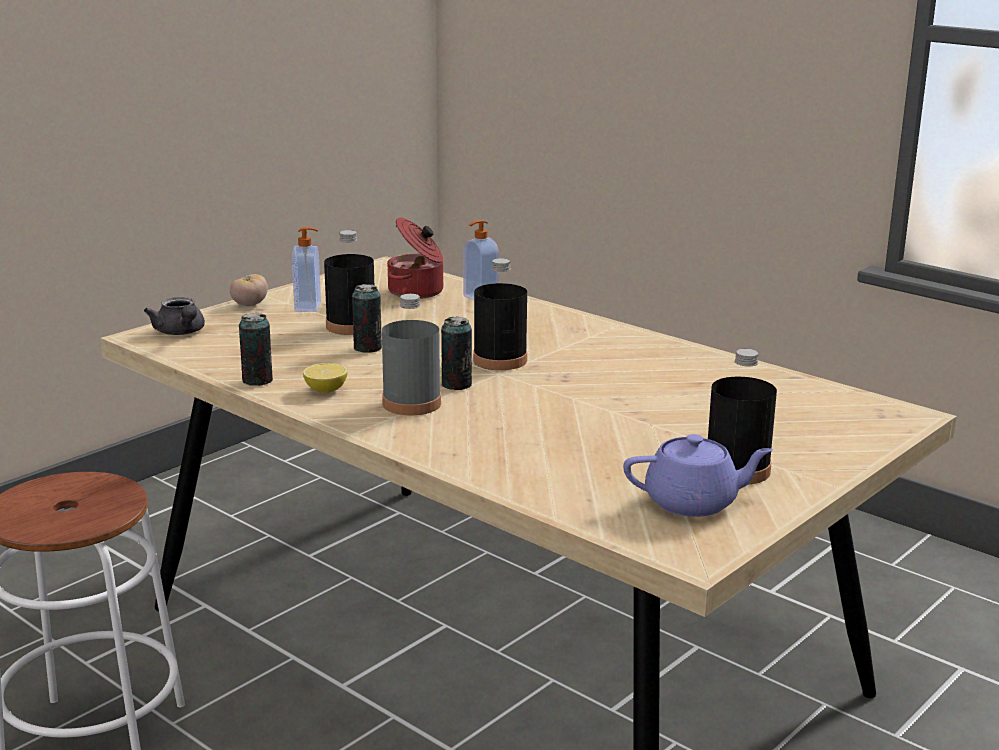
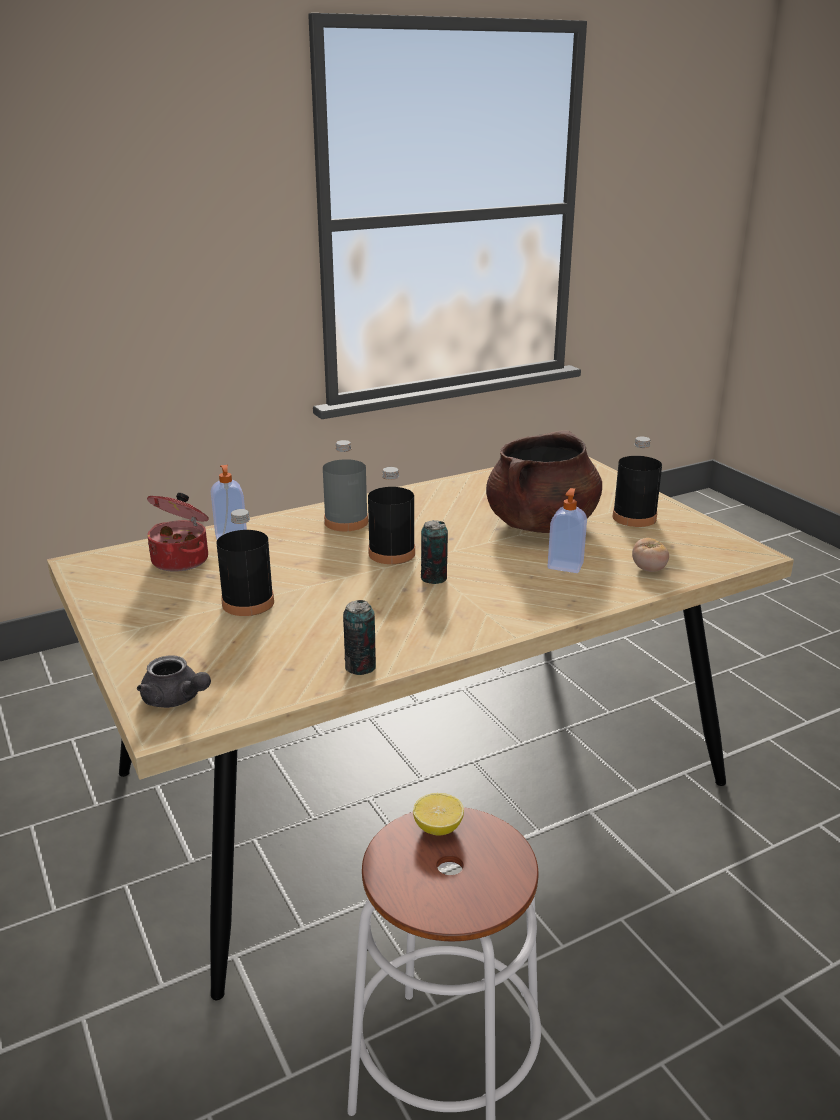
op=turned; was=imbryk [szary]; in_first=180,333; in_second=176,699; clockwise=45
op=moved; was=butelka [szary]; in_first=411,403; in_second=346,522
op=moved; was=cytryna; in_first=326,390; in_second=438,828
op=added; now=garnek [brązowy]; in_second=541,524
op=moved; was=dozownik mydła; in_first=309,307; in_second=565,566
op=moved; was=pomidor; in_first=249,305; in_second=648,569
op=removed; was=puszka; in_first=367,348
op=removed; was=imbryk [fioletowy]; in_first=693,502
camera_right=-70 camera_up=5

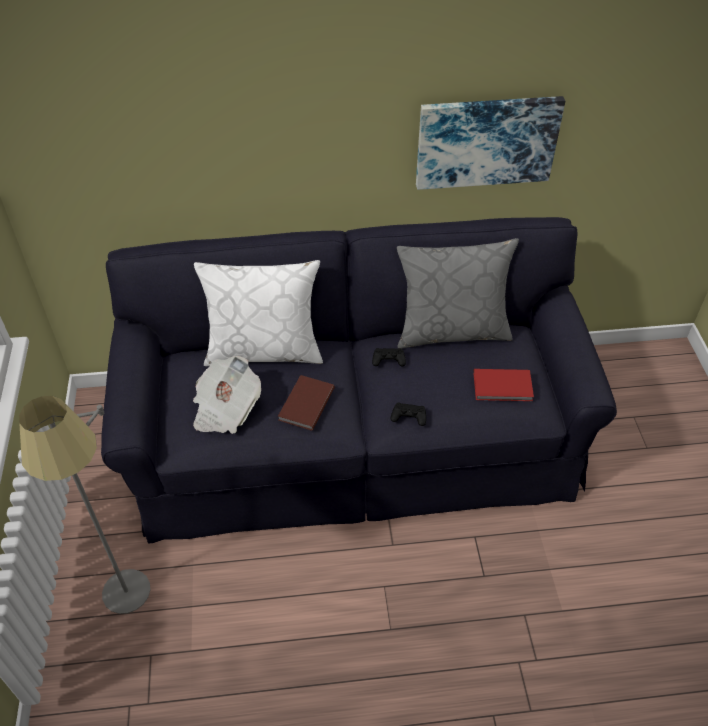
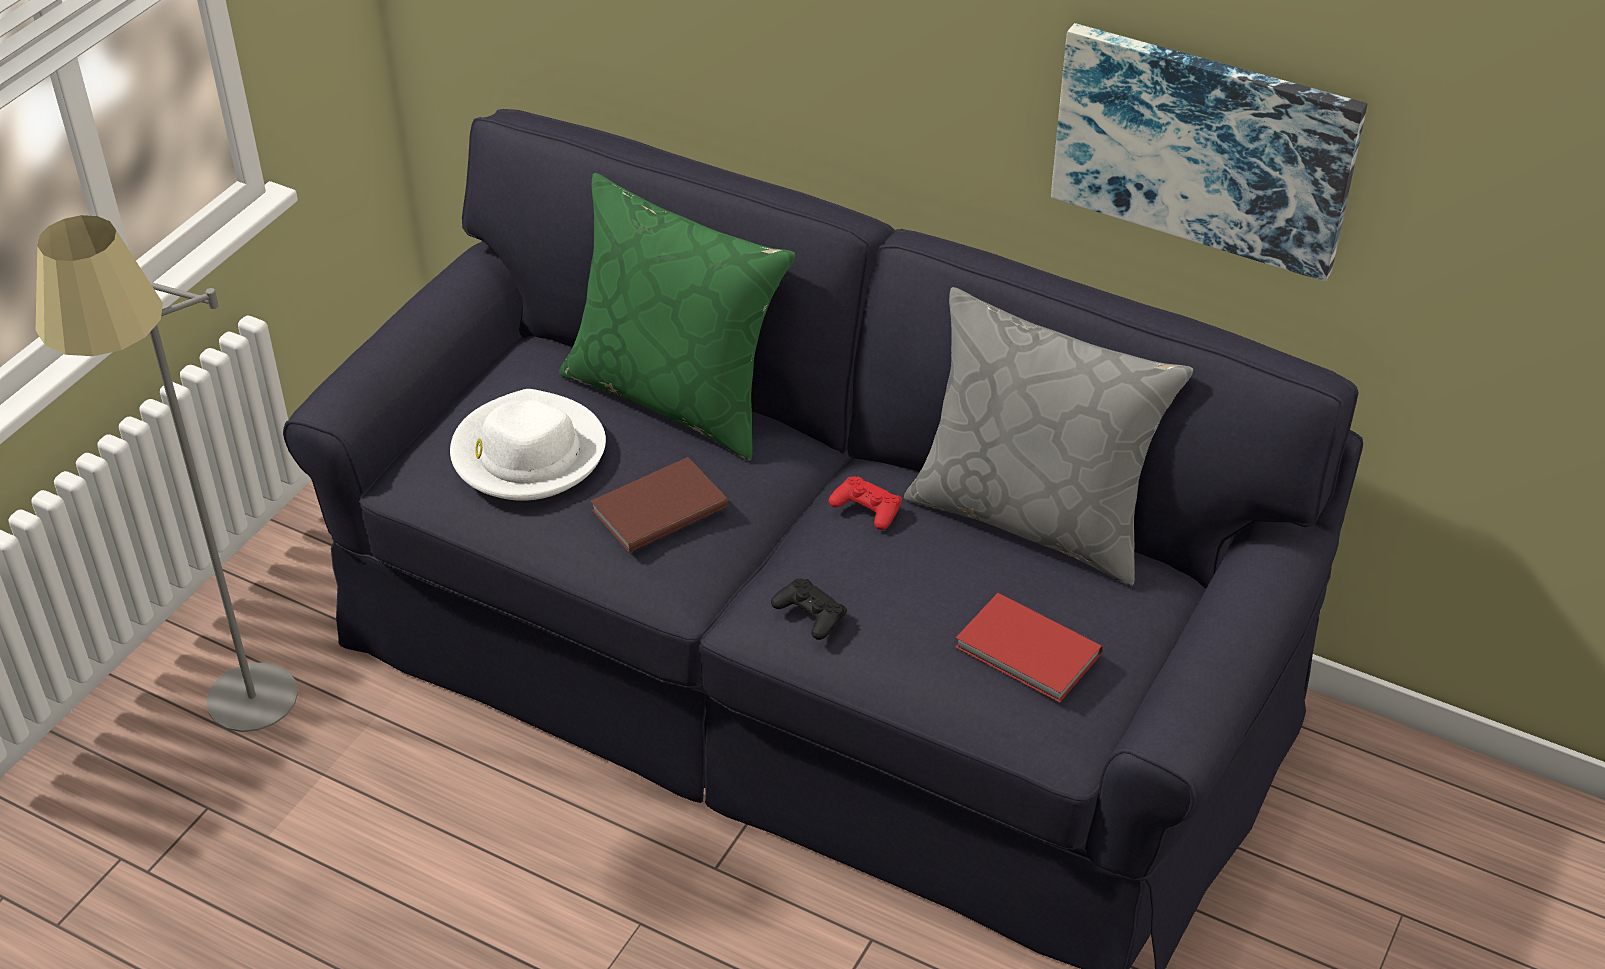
op=replaced; was=gazeta; now=kapelusz [biały]; in_first=225,409; in_second=527,453
op=recoloured; was=poduszka [biały]; now=poduszka [zielony]; in_first=264,350; in_second=676,396
op=recoloured; was=pad do gier [czarny]; now=pad do gier [czerwony]; in_first=388,359; in_second=866,508
camera_right=35 camera_up=-5

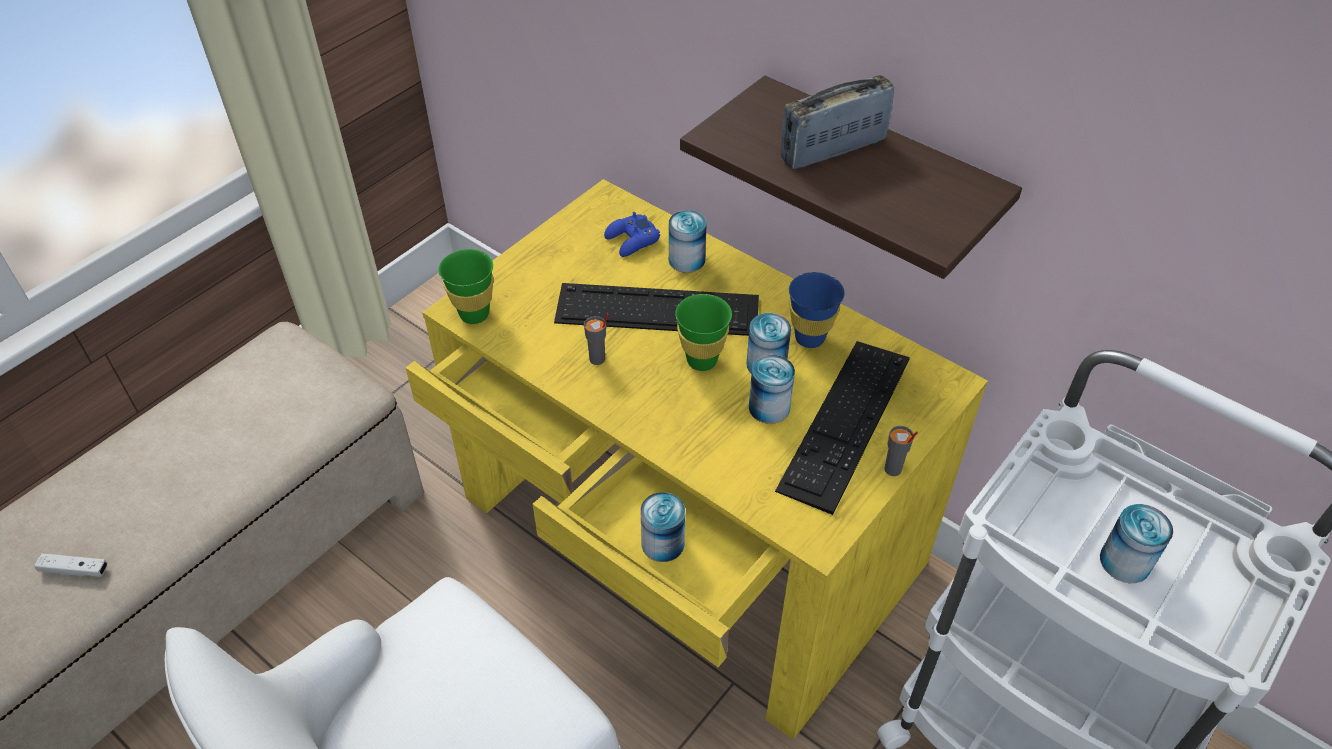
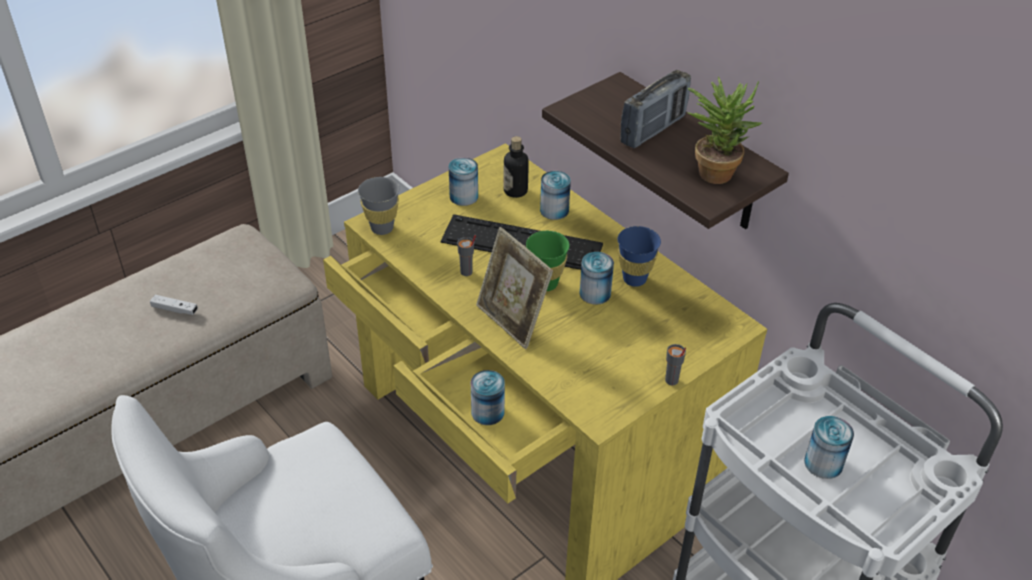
op=moved; was=pad do gier [biały]; in_first=74,570; in_second=175,309
op=recoloured; was=filiżanka [zielony]; now=filiżanka [szary]; in_first=474,314; in_second=382,228
op=moved; was=puszka; in_first=769,407; in_second=464,196
op=added; now=ramka na zdjęcie; in_second=512,321
op=replaced; was=pad do gier [niebieski]; now=butelka; in_first=632,240; in_second=515,191
op=turned; was=radio; in_first=833,150; in_second=653,130; clockwise=150
op=added; now=roślina doniczkowa; in_second=714,169
op=removed; was=klawiatura; in_first=845,422
camera_right=10 camera_up=-5

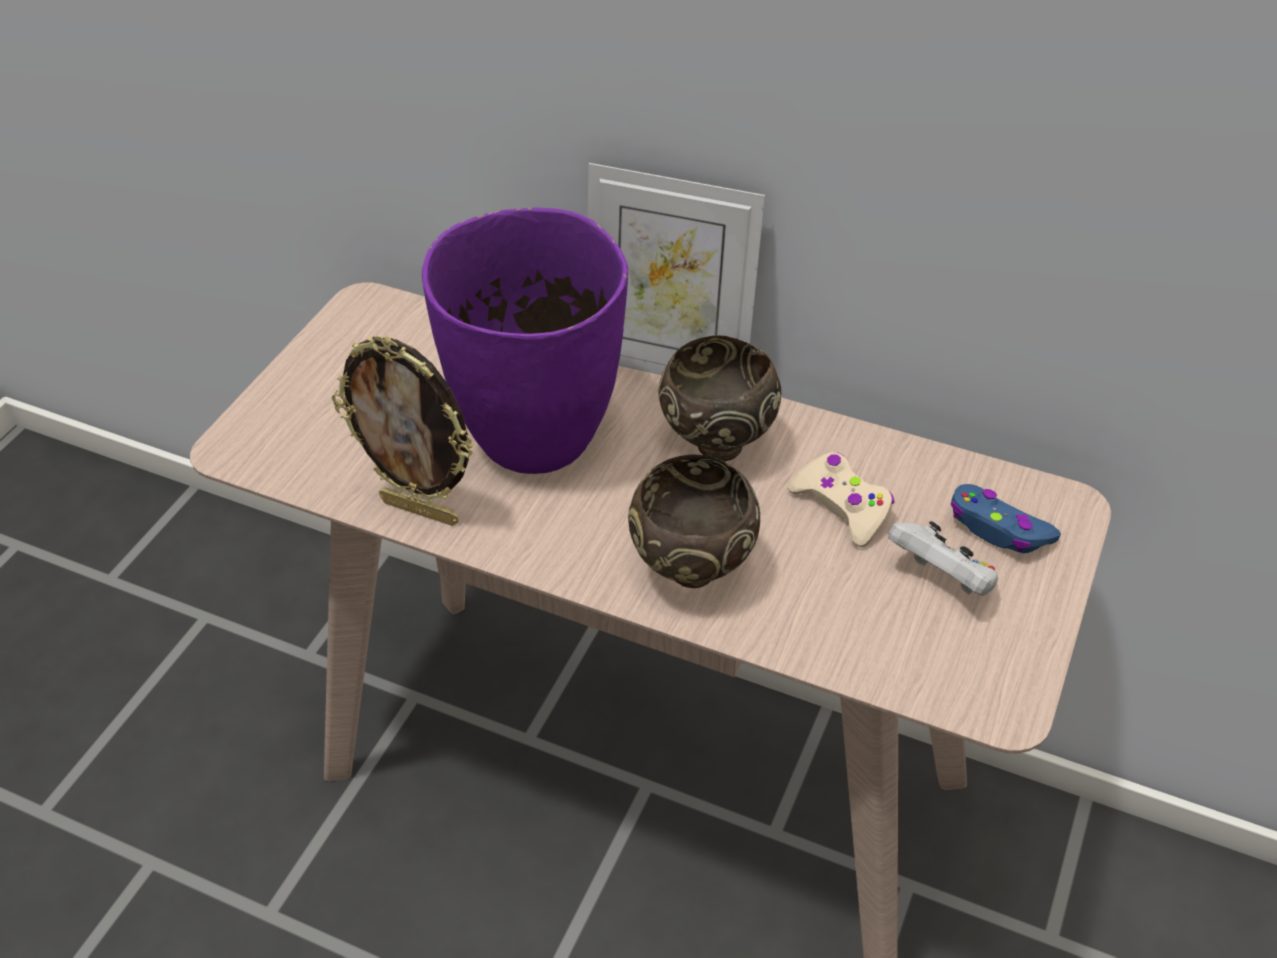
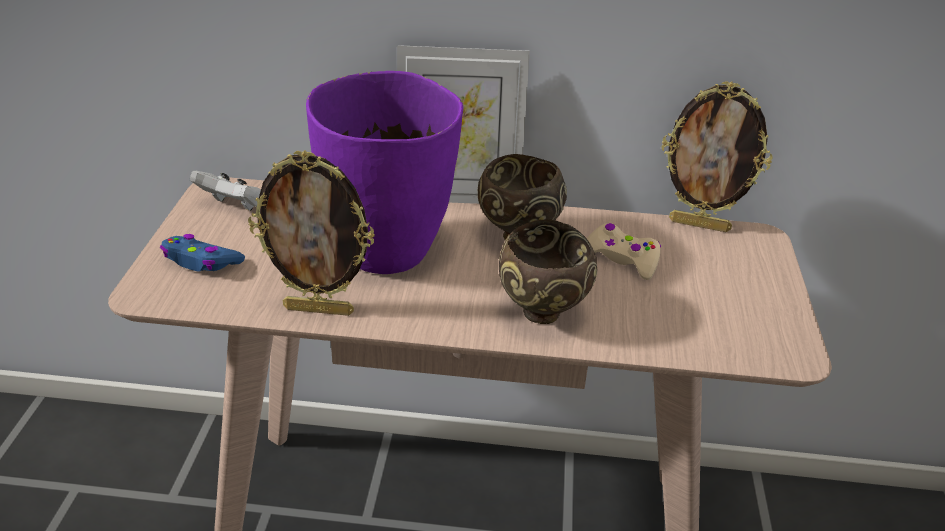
op=moved; was=pad do gier [niebieski]; in_first=998,529; in_second=201,261
op=moved; was=pad do gier [biały]; in_first=942,579; in_second=234,207
op=added; now=ramka na zdjęcie; in_second=699,224
camera_right=-20 camera_up=-10

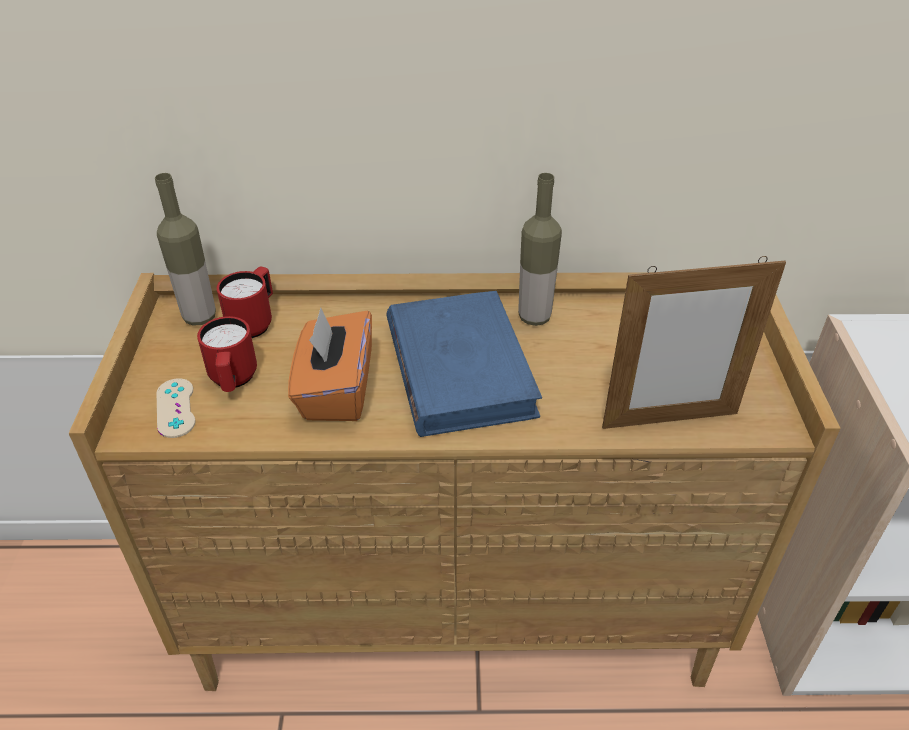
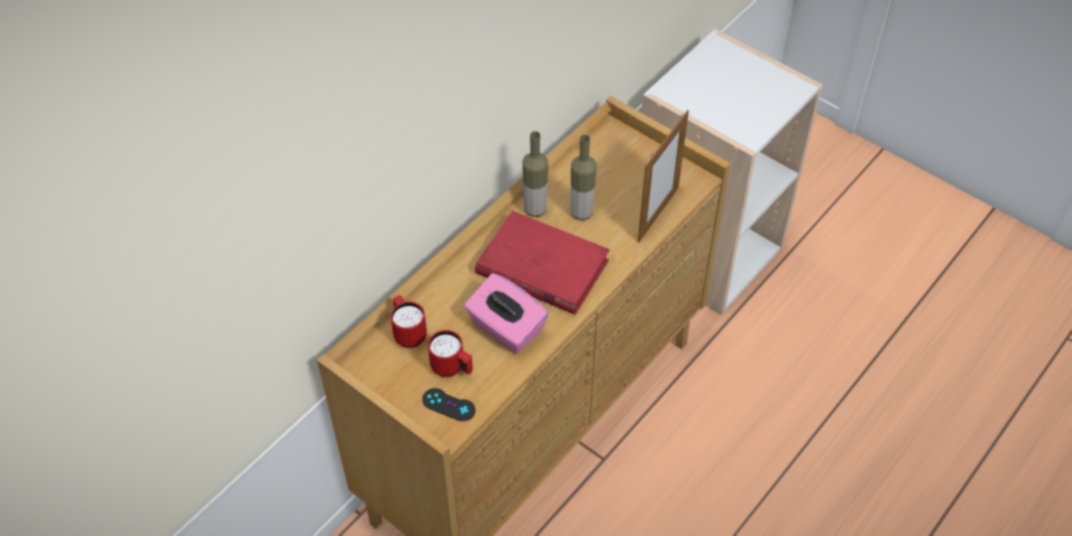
op=recoloured; was=pad do gier [beżowy]; now=pad do gier [czarny]; in_first=176,408; in_second=448,405
op=recoloured; was=pudełko chusteczek [pomarańczowy]; now=pudełko chusteczek [różowy]; in_first=336,390; in_second=506,328
op=recoloured; was=książka [niebieski]; now=książka [czerwony]; in_first=459,368; in_second=541,267
op=moved; was=butelka; in_first=199,317; in_second=581,213
camera_right=-50 camera_up=10

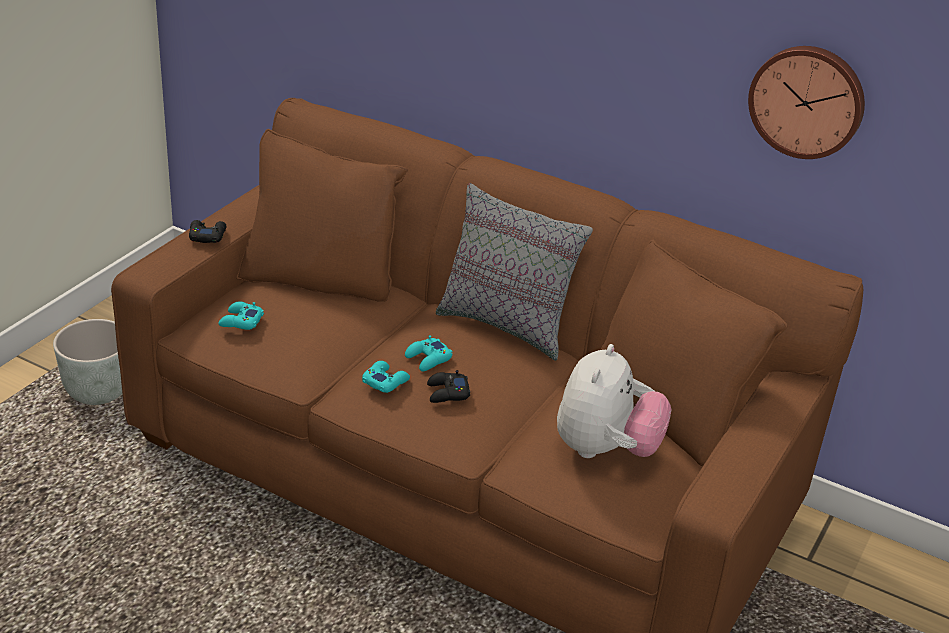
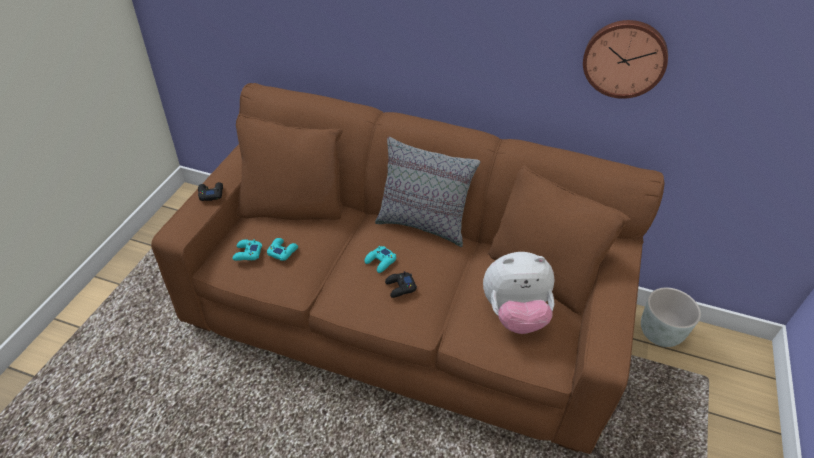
op=moved; was=pad do gier [turkusowy]; in_first=385,381; in_second=282,251
op=turned; was=pluszak; in_first=605,450; in_second=514,314; clockwise=75
op=moved; was=donica [szary]; in_first=99,392; in_second=660,334
camera_right=-10 camera_up=10

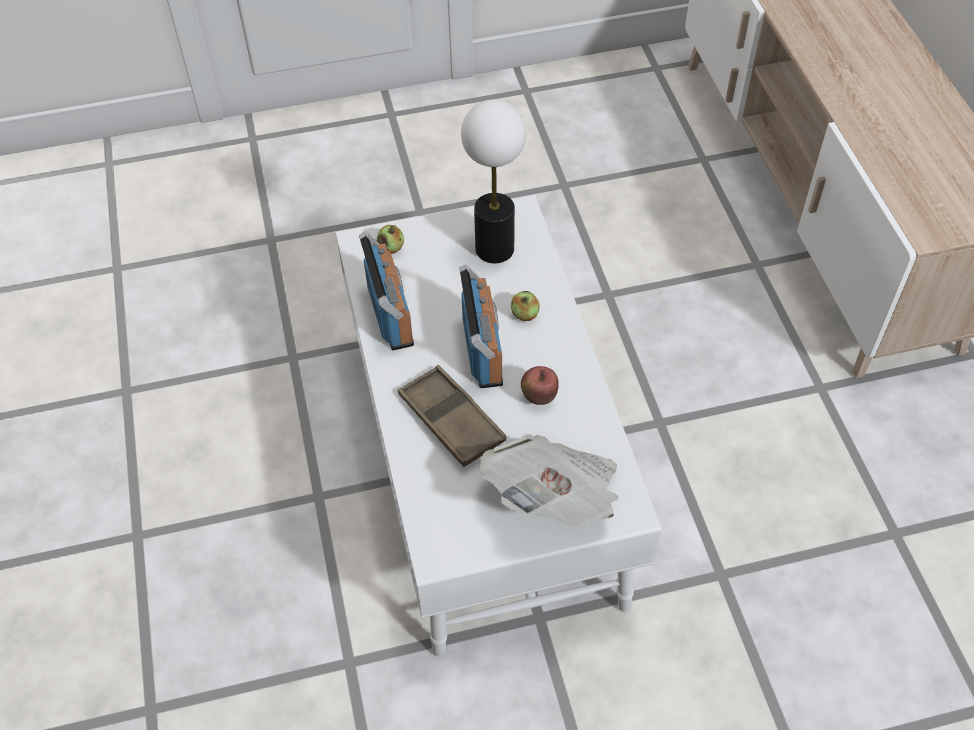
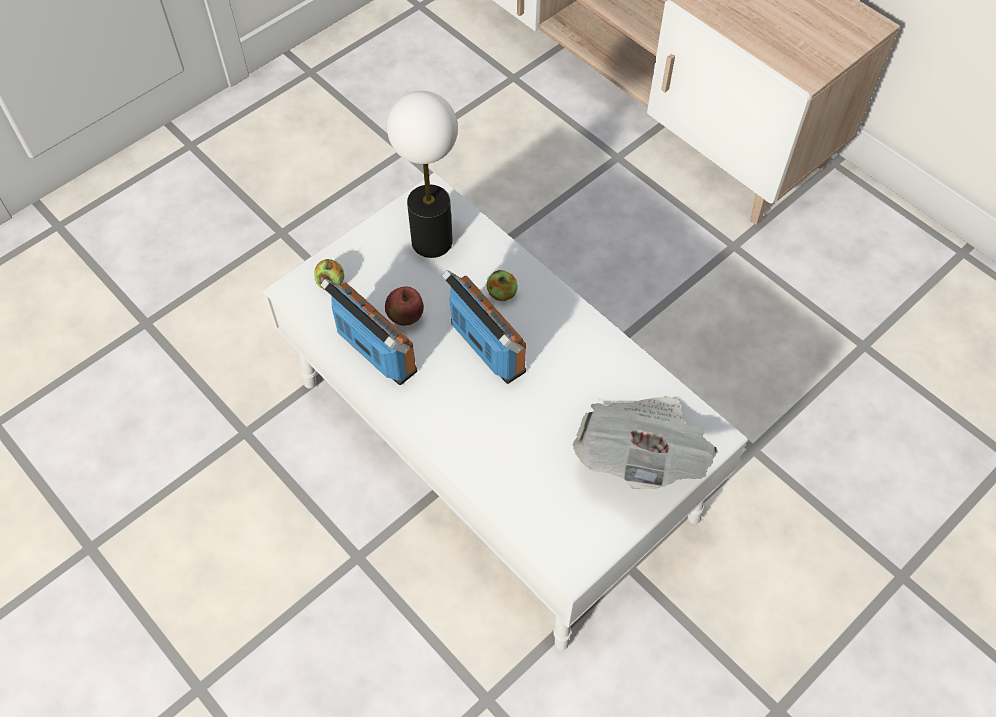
op=moved; was=jabłko; in_first=539,397; in_second=405,318
op=removed; was=taca [brązowy]; in_first=451,420
camera_right=-30 camera_up=5

